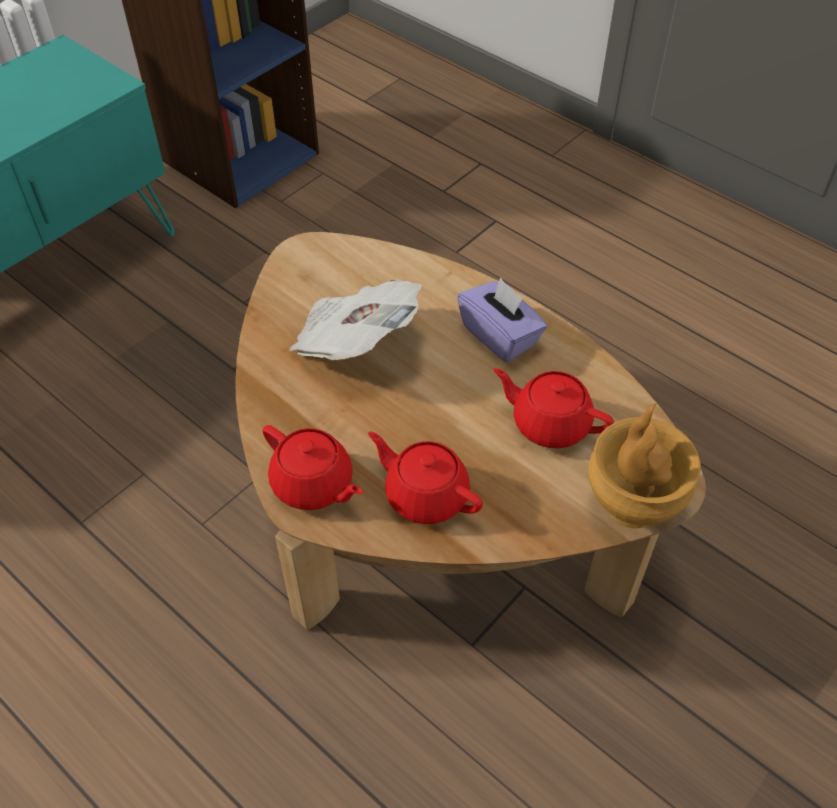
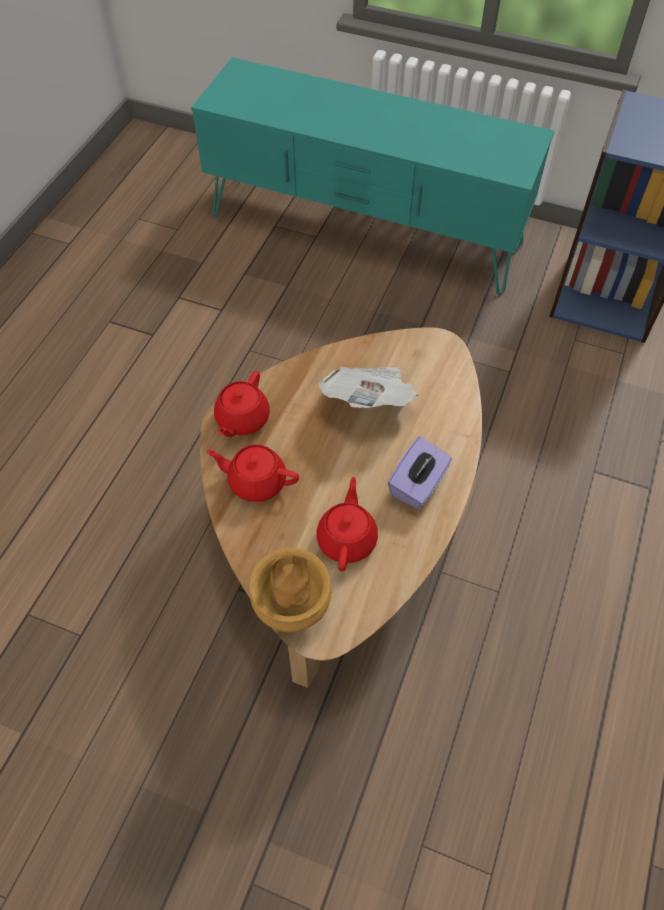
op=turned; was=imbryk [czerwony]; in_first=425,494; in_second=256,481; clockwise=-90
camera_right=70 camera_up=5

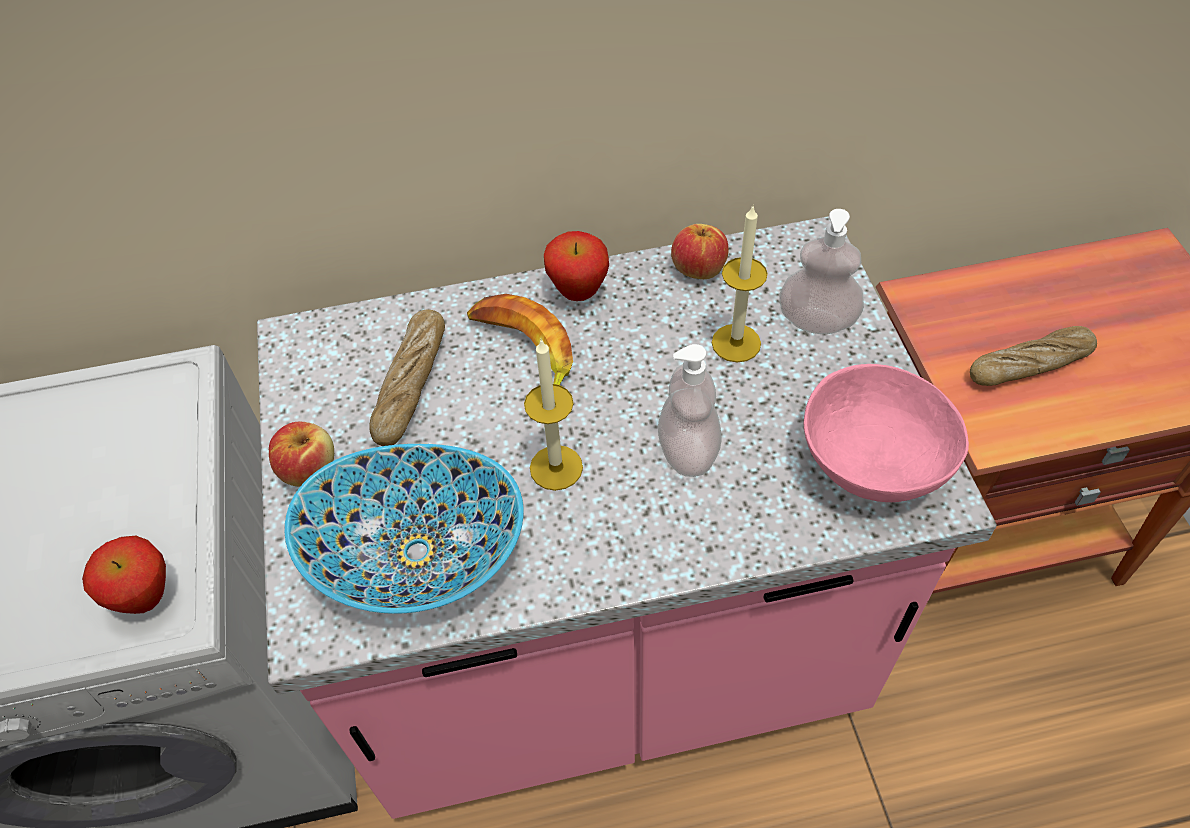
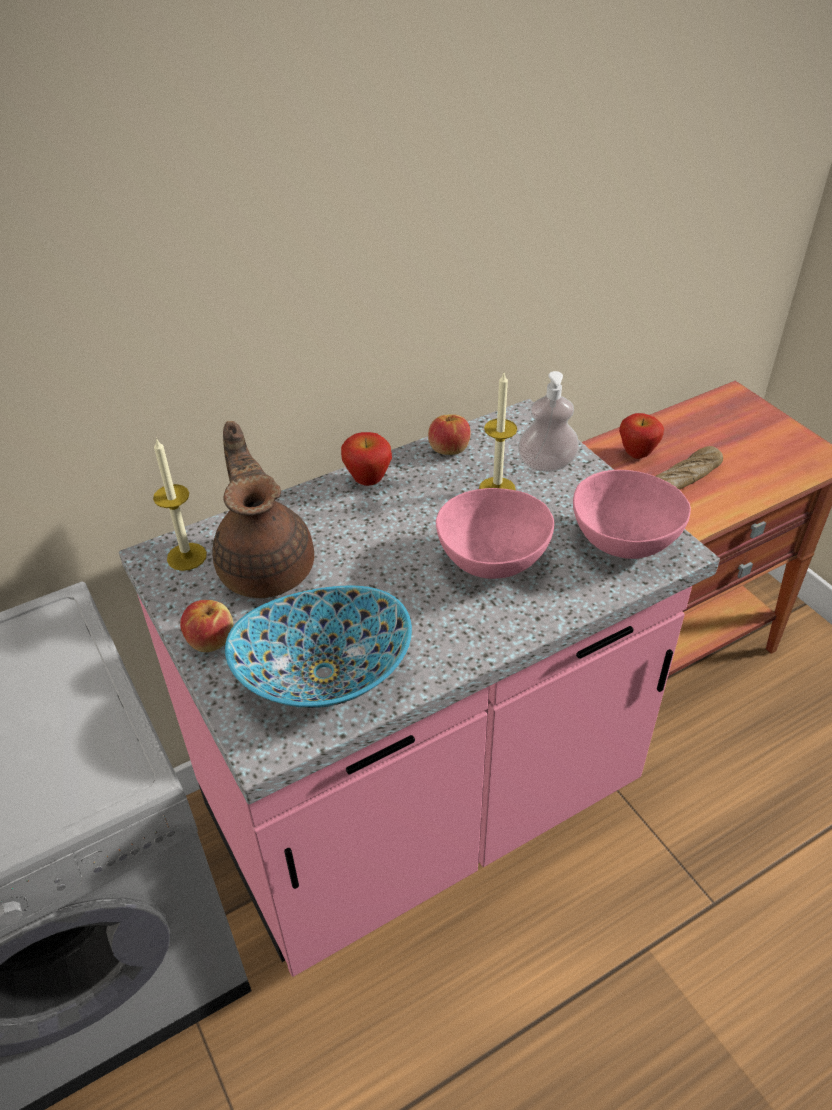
op=moved; was=świeca; in_first=556,467; in_second=186,556
op=replaced; was=chleb; now=imbryk [brązowy]; in_first=411,384; in_second=266,566
op=replaced; was=dozownik mydła; now=miska [różowy]; in_first=688,451; in_second=494,562
op=moved; was=jabłko; in_first=146,598; in_second=637,454
op=removed; was=banan; in_first=522,352
camera_right=-20 camera_up=-10

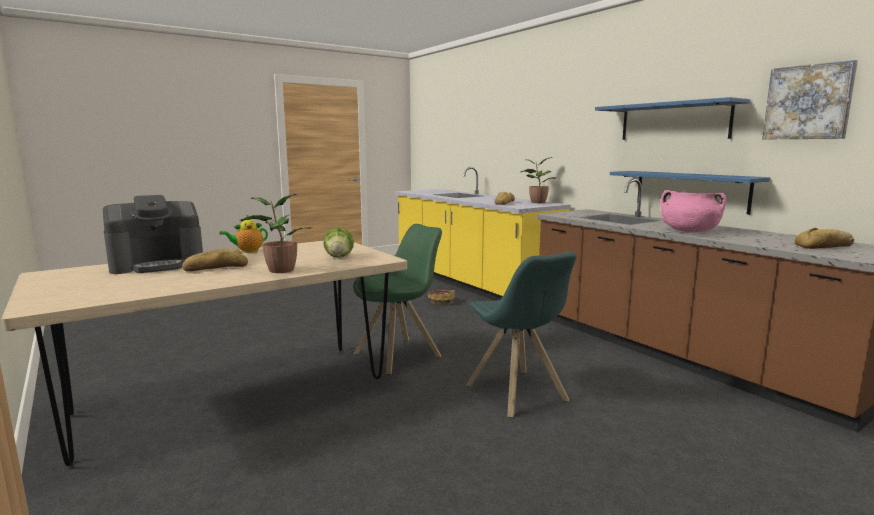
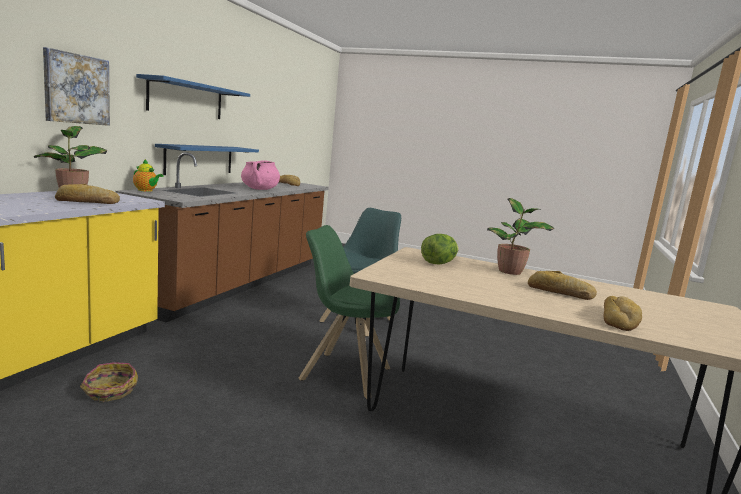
op=moved; was=obraz; in_first=808,102; in_second=76,89
op=moved; was=imbryk; in_first=247,251; in_second=146,190
op=replaced; was=ekspres do kawy; now=chleb; in_first=158,264; in_second=619,319
camera_right=-125 camera_up=0

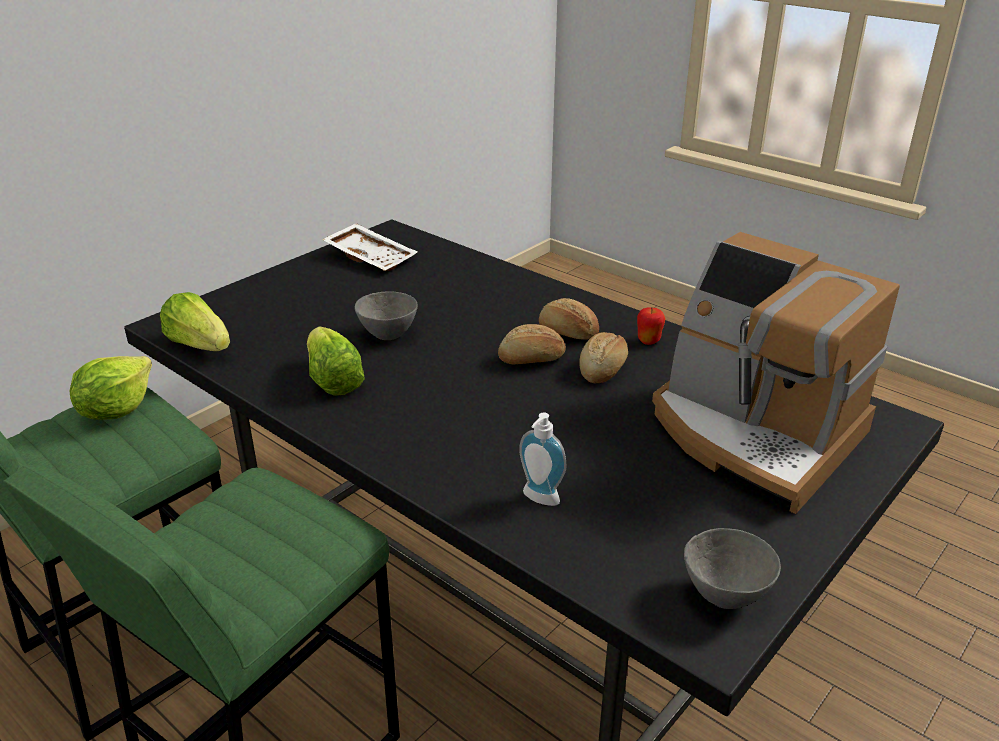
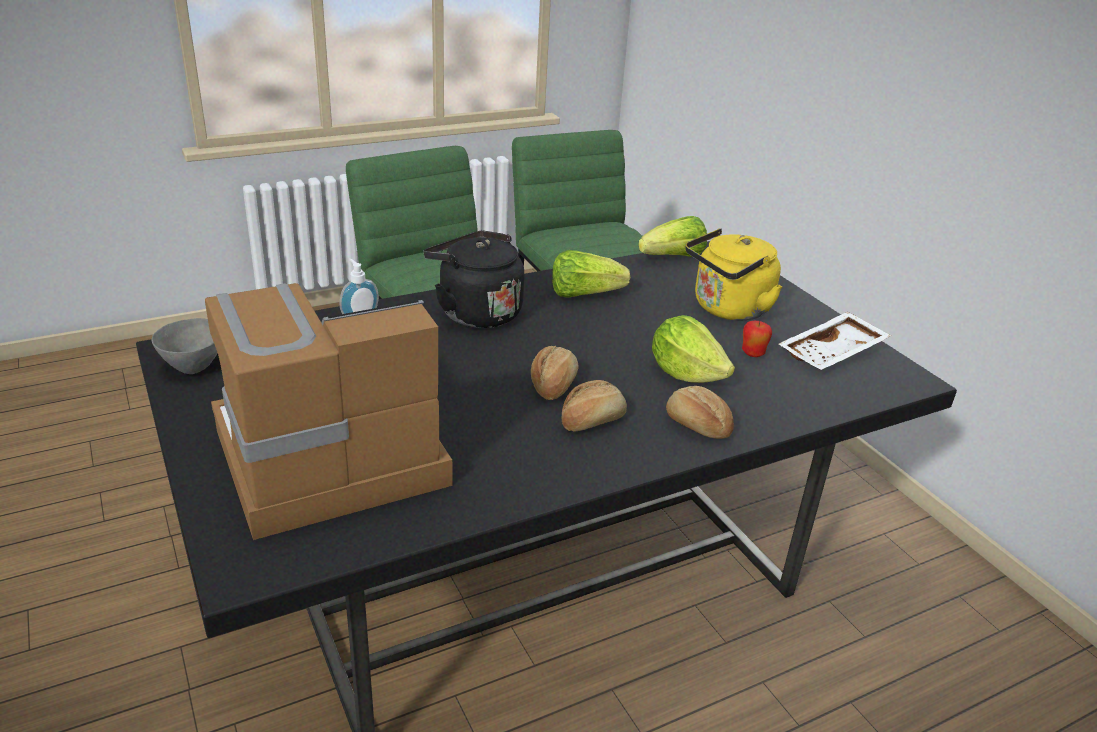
op=added; now=czajnik [czarny]; in_second=476,312
op=moved; was=sałata; in_first=116,409; in_second=686,373
op=moved; was=chleb; in_first=603,369; in_second=696,426
op=added; now=czajnik [żółty]; in_second=728,309
op=moved; was=jabłko; in_first=648,341; in_second=753,354
op=removed; was=miska [szary]; in_first=387,335
camera_right=110 camera_up=0

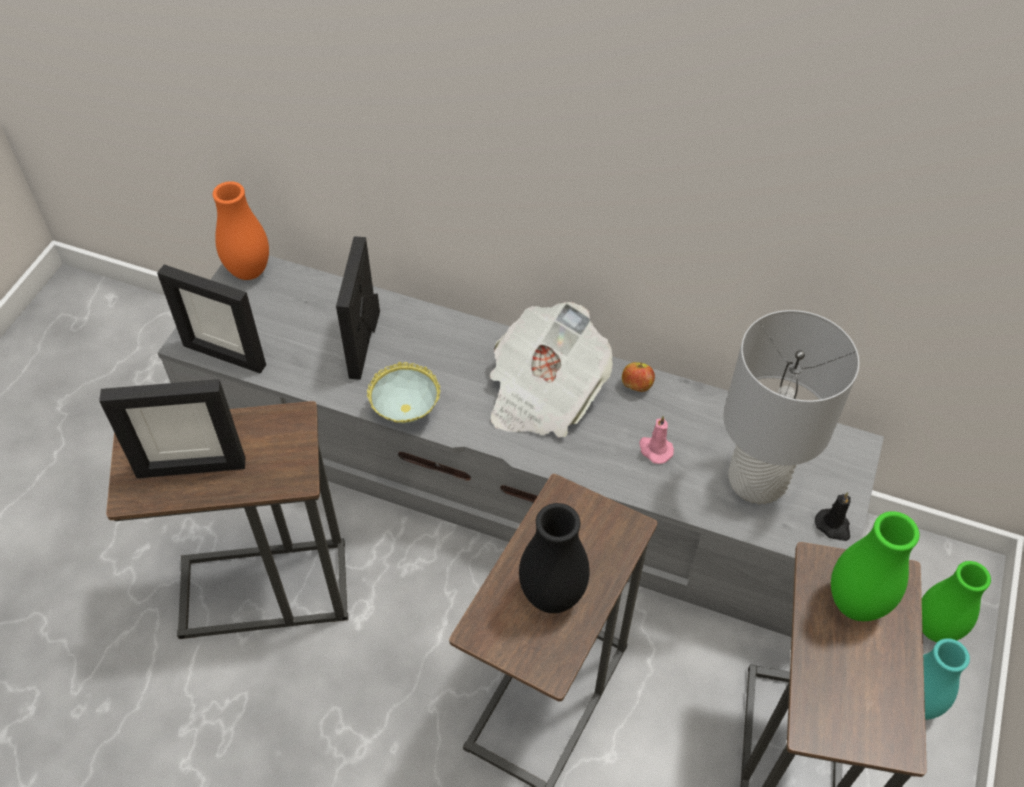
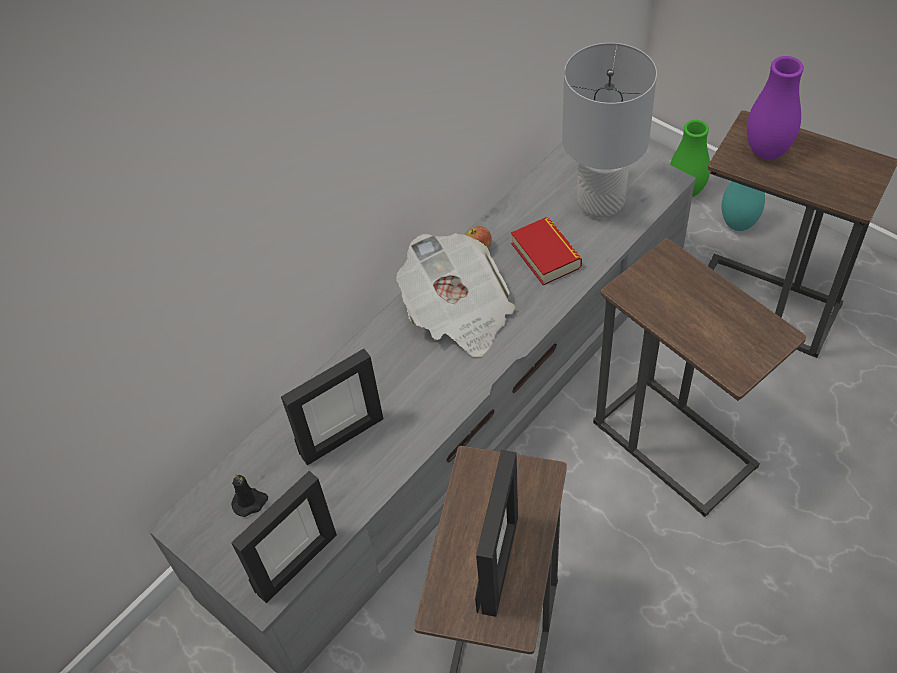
op=moved; was=świeca [czarny]; in_first=833,526; in_second=250,502
op=turned; was=ramka na zdjęcie; in_first=364,344; in_second=341,436; clockwise=-60
op=replaced; was=świeca [różowy]; now=książka; in_first=655,449; in_second=546,255
op=recoloured; was=wazon [zielony]; now=wazon [fioletowy]; in_first=855,603; in_second=766,151
op=removed; was=wazon [pomarańczowy]; in_first=249,271
op=removed; was=miska; in_first=406,413
op=removed; was=wazon [czarny]; in_first=552,596
camera_right=-65 camera_up=0

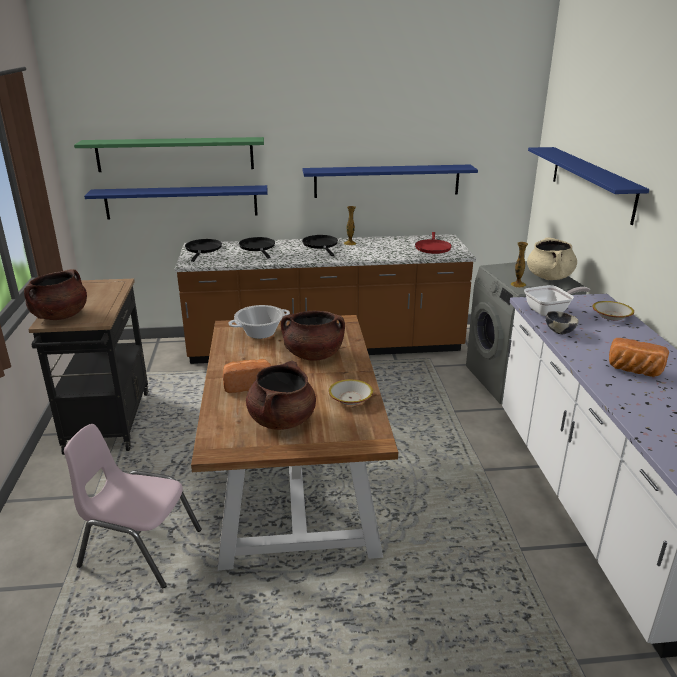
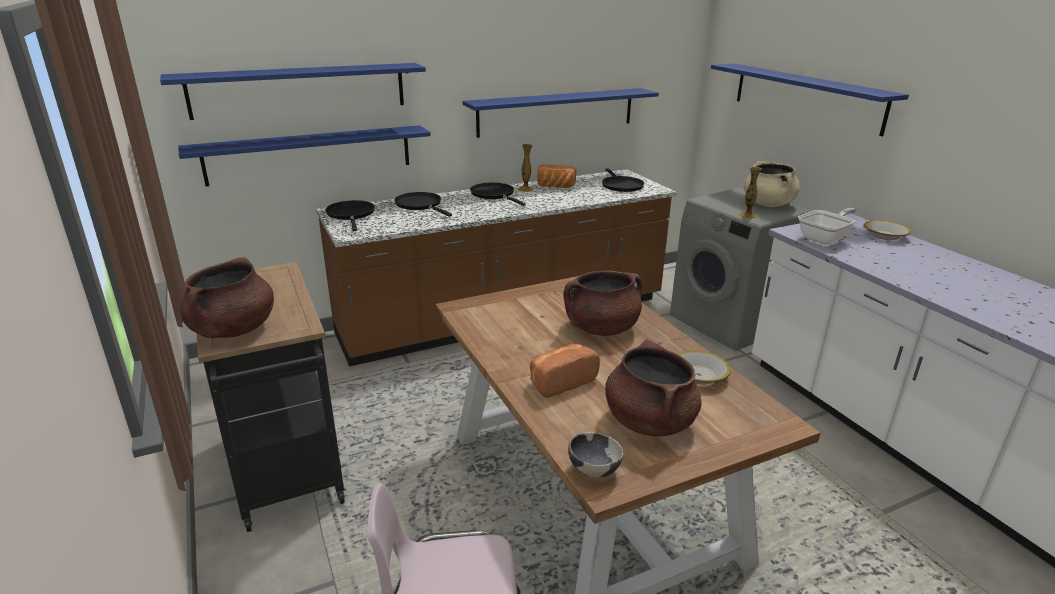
op=recoloured; was=półka [zielony]; now=półka [niebieski]; in_first=175,154; in_second=300,90
op=moved; was=chleb; in_first=634,371; in_second=555,187
op=moved; was=miska; in_first=559,331; in_second=593,470
op=recoloured; was=patelnia [czerwony]; now=patelnia [czarny]; in_first=432,248; in_second=621,186
op=removed; was=garnek; in_first=260,333
camera_right=-20 camera_up=0

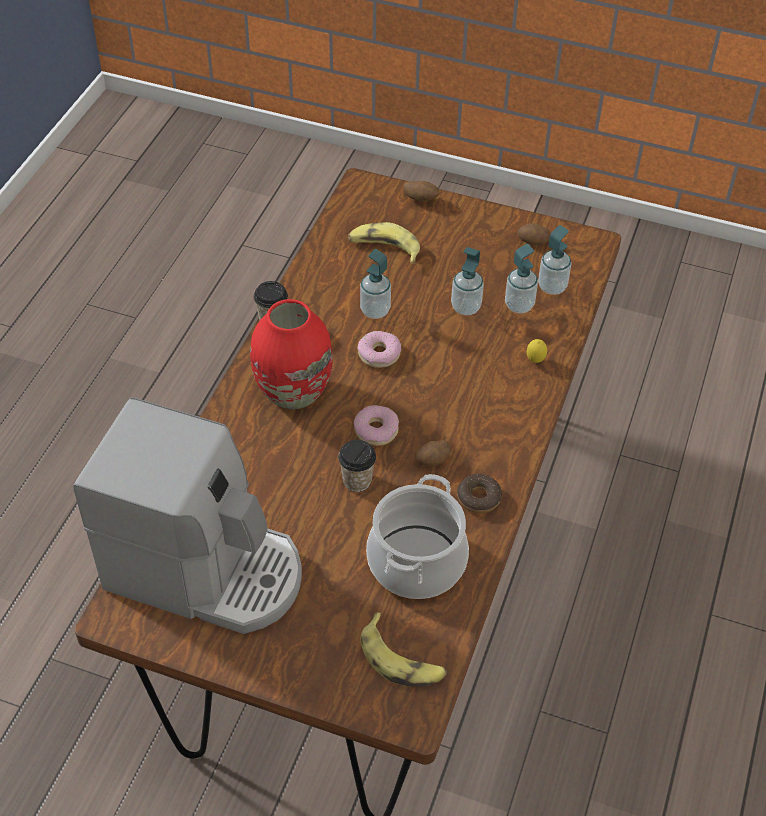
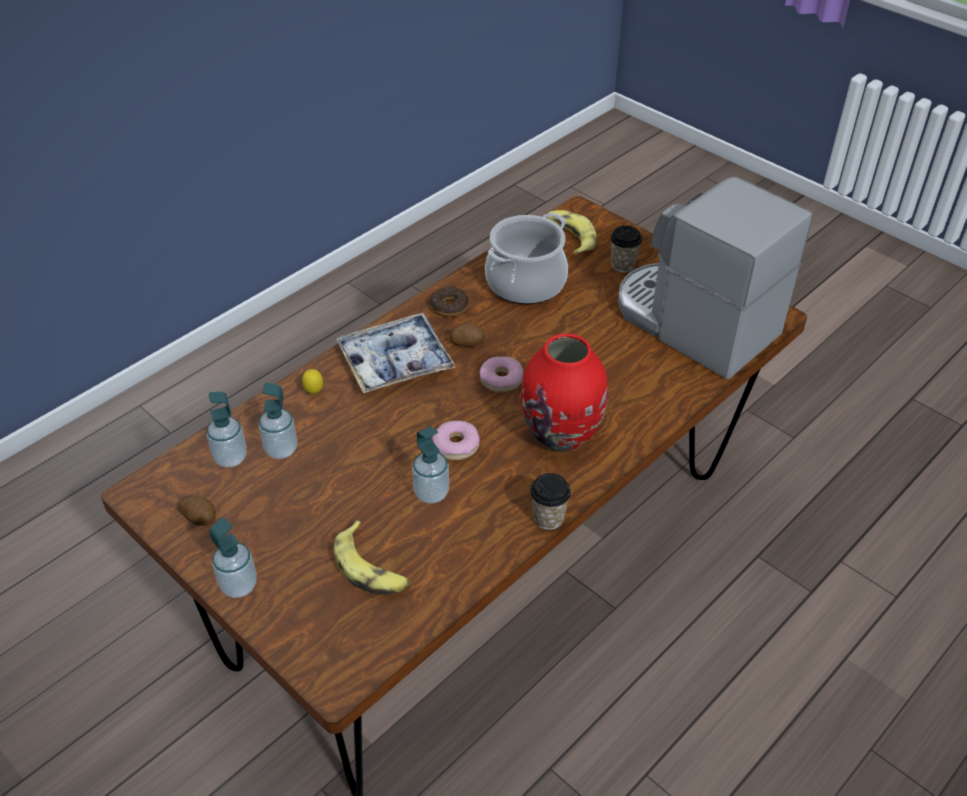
op=moved; was=dozownik mydła; in_first=466,307; in_second=239,585
op=added; now=taca; in_second=395,362
op=moved; was=filiżanka; in_first=357,480; in_second=623,265
op=removed; was=ziemniak; in_first=421,199
camera_right=-155 camera_up=-5

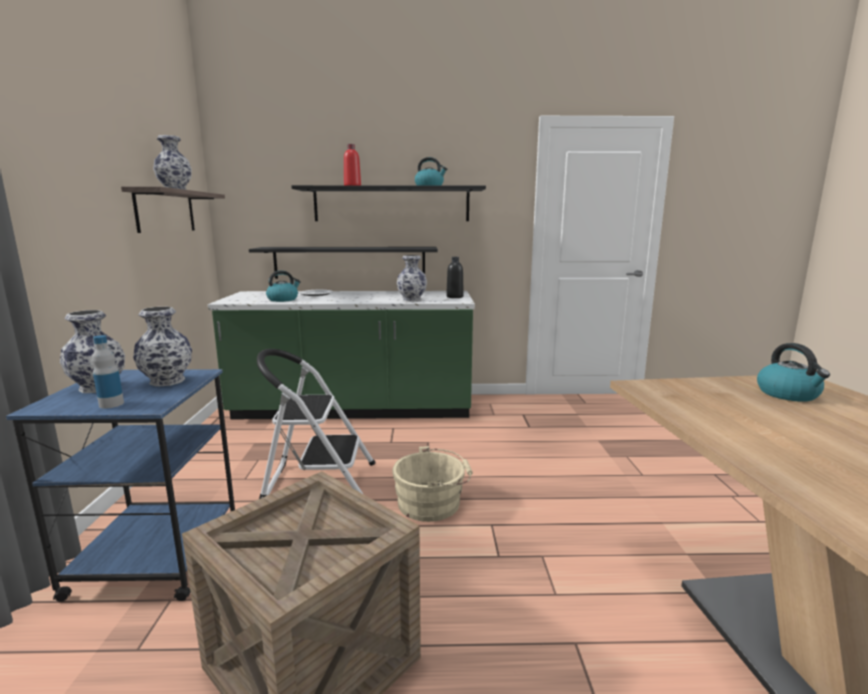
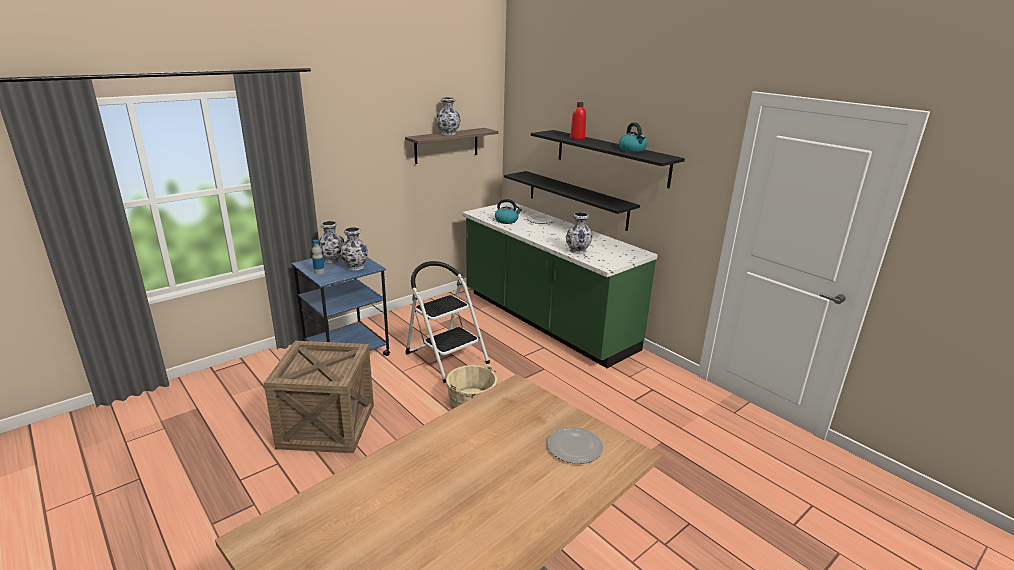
op=replaced; was=czajnik; now=talerz; in_first=788,394; in_second=575,447
op=removed; was=butelka [czarny]; in_first=454,297
camera_right=50 camera_up=10

